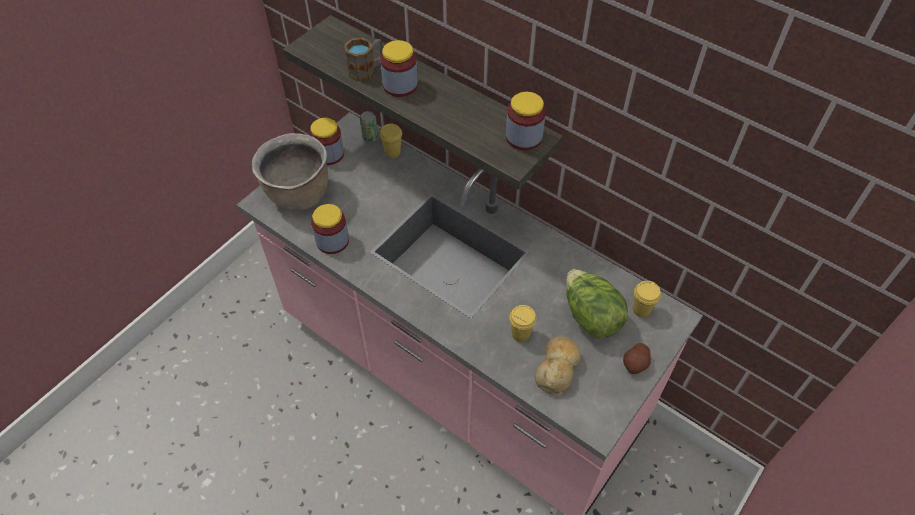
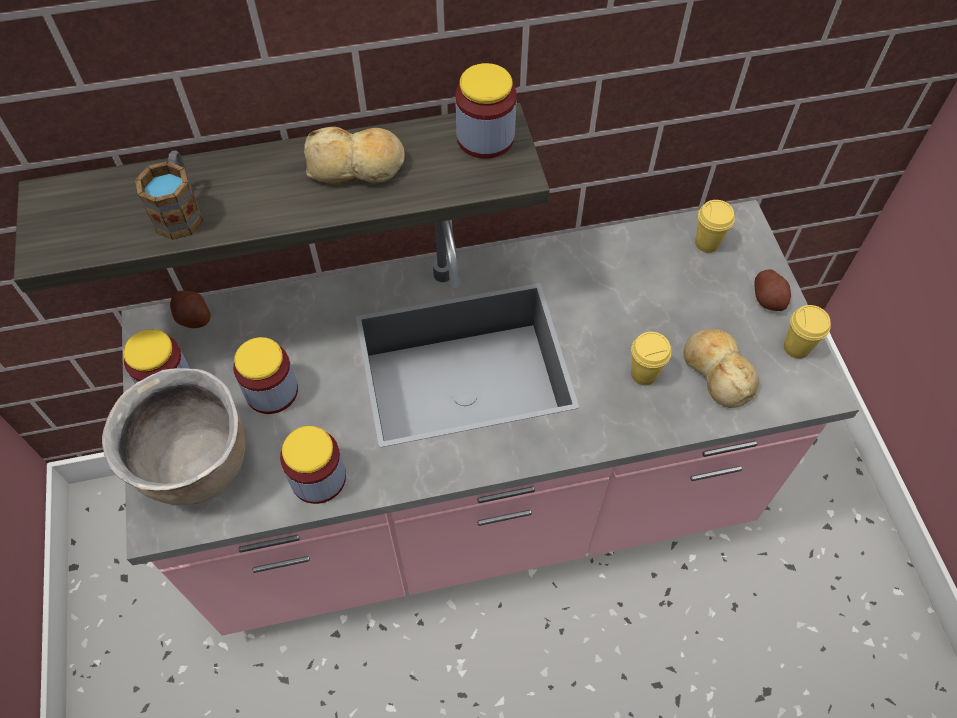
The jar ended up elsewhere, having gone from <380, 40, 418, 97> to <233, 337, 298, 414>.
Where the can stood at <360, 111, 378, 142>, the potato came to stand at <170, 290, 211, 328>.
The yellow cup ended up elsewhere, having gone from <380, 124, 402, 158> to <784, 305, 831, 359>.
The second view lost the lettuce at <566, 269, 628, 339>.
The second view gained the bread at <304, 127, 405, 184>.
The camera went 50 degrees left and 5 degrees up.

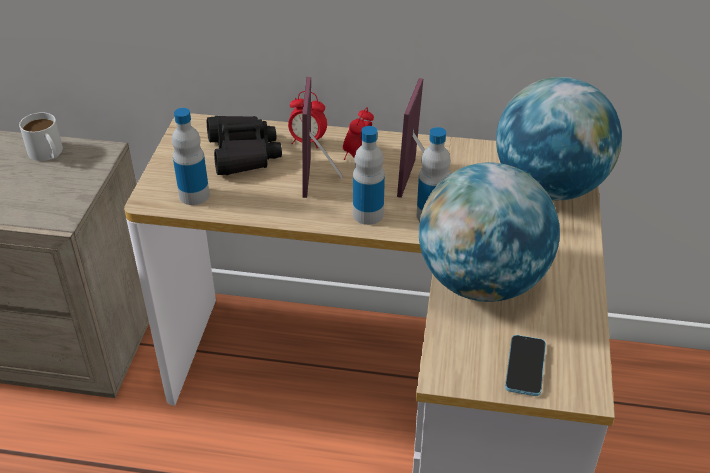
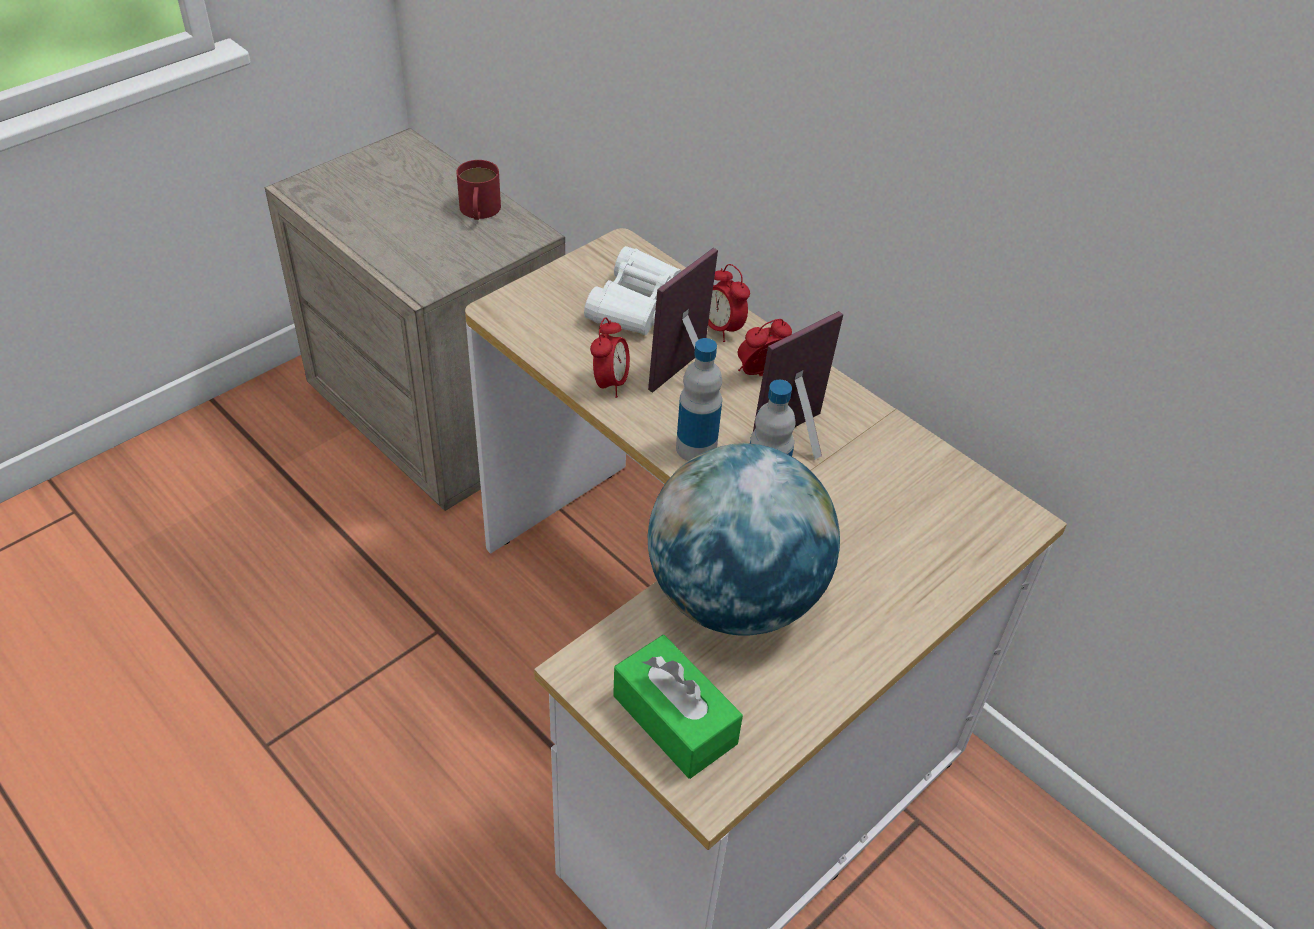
The second view lost the globe at <496, 77, 622, 200>.
The second view lost the bottle at <172, 108, 210, 205>.
What was the white mug at <19, 112, 63, 161> turned into the red mug at <456, 160, 501, 220>.
What was the black binoculars at <207, 116, 282, 175> turned into the white binoculars at <584, 246, 681, 336>.
Where the phone stood at <505, 335, 546, 396>, the green tissue box came to stand at <613, 635, 743, 779>.
The second view gained the alarm clock at <590, 317, 630, 398>.
The camera went 35 degrees right and 5 degrees up.

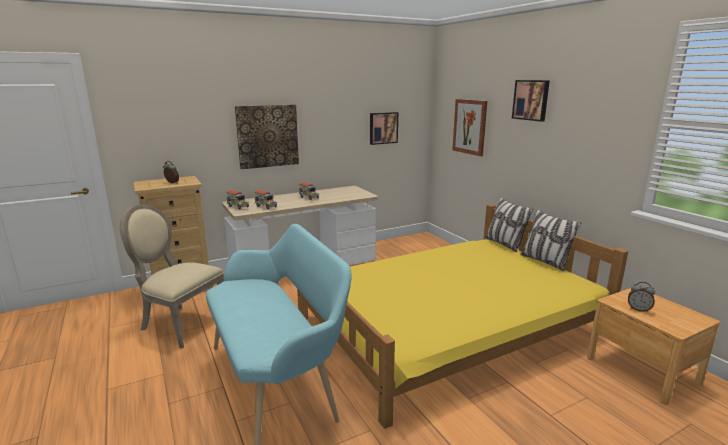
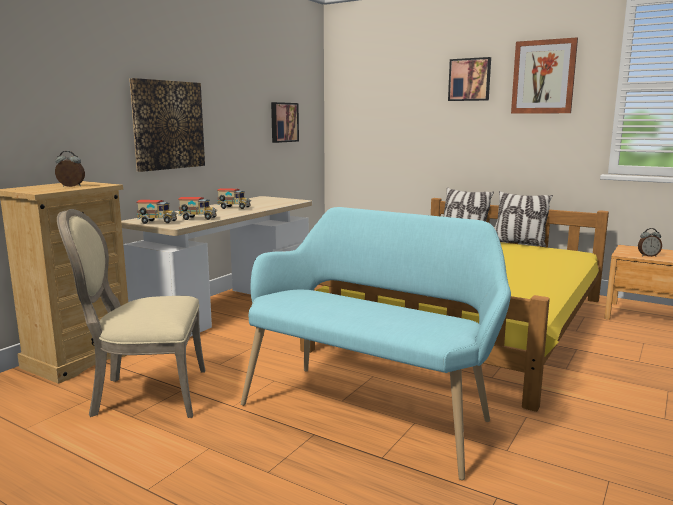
The picture ended up elsewhere, having gone from <453, 99, 488, 156> to <511, 37, 578, 114>.
The camera went 30 degrees left and 5 degrees down.

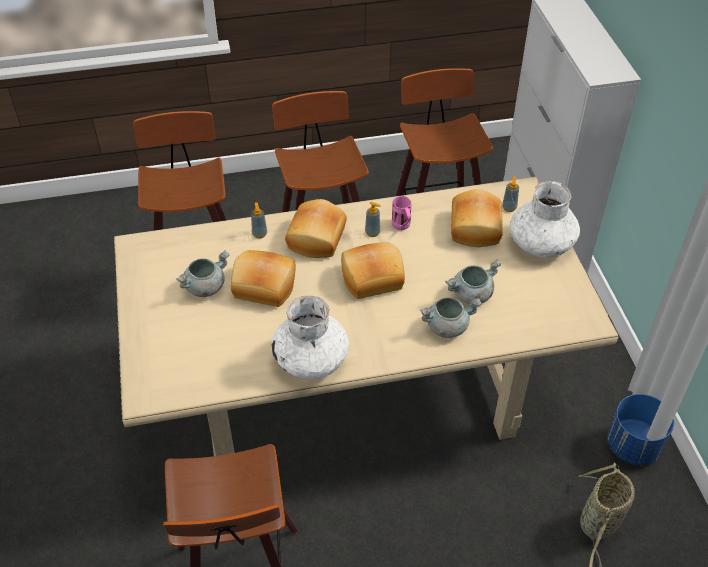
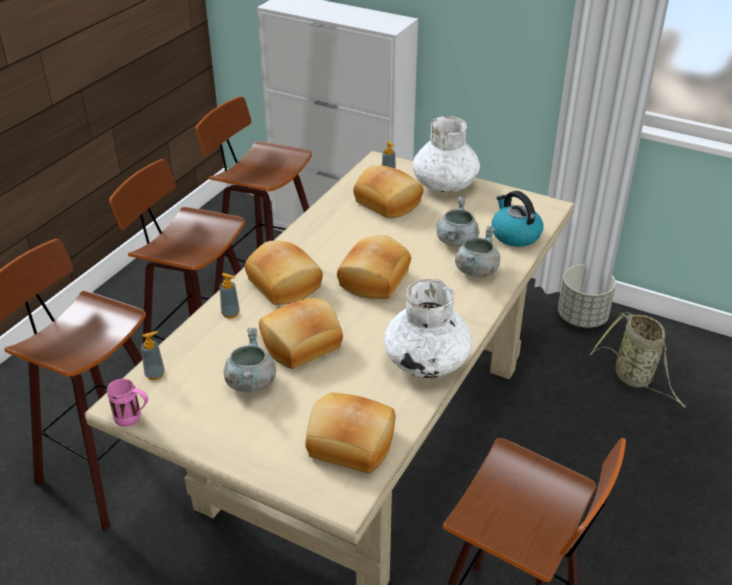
The pink mug ended up elsewhere, having gone from <392, 196, 412, 230> to <107, 379, 148, 427>.
The soap dispenser ended up elsewhere, having gone from <365, 202, 381, 237> to <141, 331, 165, 380>.
What was the blue planter at <608, 394, 674, 465> turned into the grey planter at <558, 264, 616, 328>.
The second view gained the kettle at <492, 191, 543, 247>.
The second view gained the bread at <306, 392, 395, 474>.
The camera went 50 degrees left and 10 degrees down.

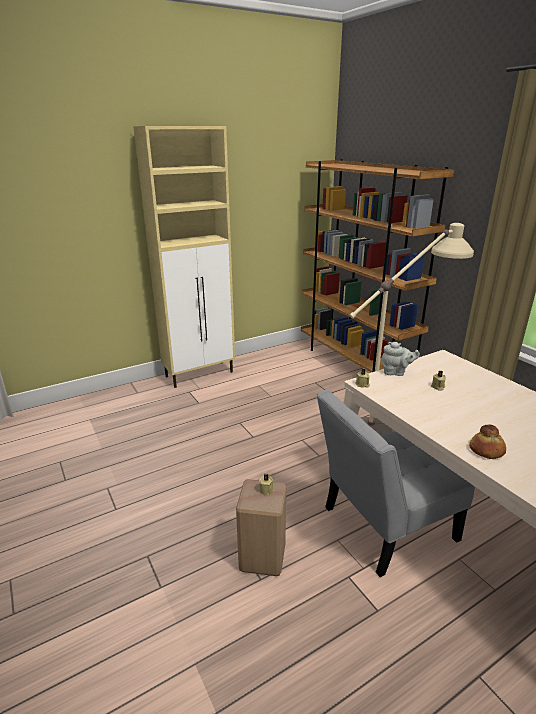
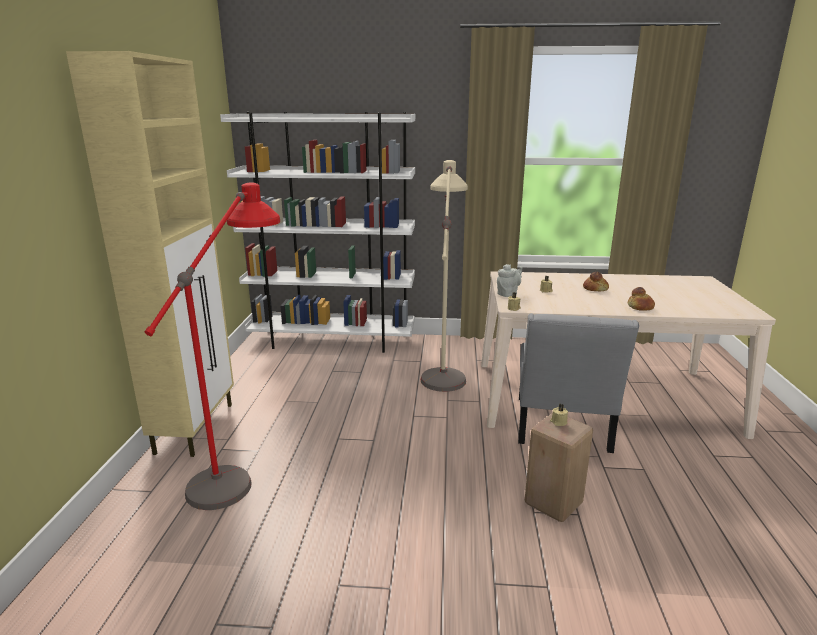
What was the brown bookcase at <301, 159, 454, 372> turned into the white bookcase at <220, 112, 415, 353>.
The second view gained the red floor lamp at <144, 183, 280, 510>.
The second view gained the bread at <583, 272, 609, 291>.
The camera went 55 degrees left and 5 degrees down.

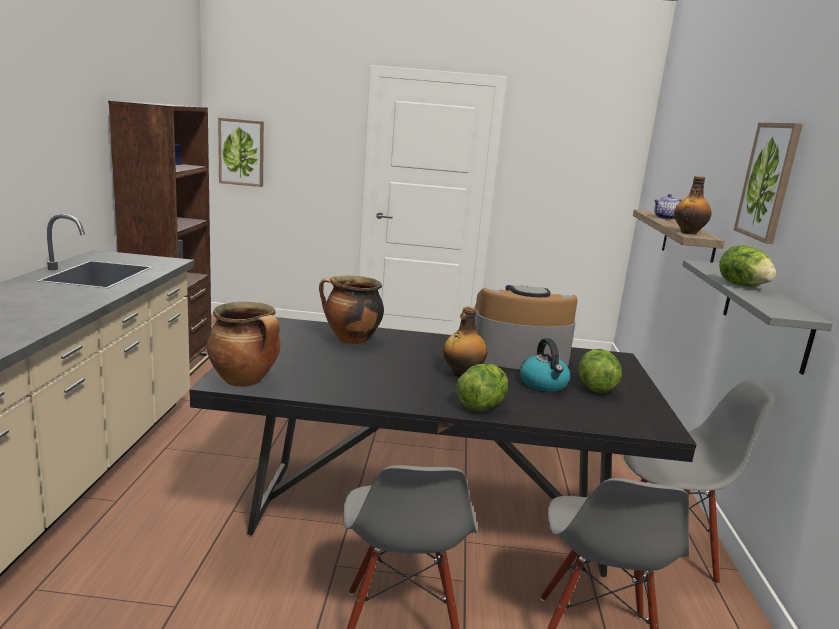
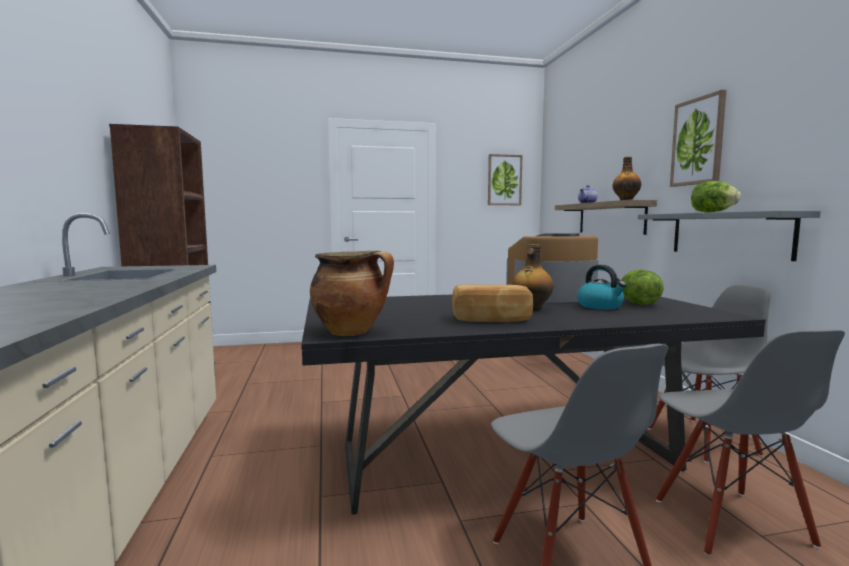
The picture ended up elsewhere, having gone from <218, 118, 264, 187> to <488, 154, 523, 205>.
The second view lost the cooking pot at <319, 276, 384, 344>.
The second view lost the lettuce at <456, 363, 508, 411>.
The second view gained the bread at <452, 285, 533, 322>.
The camera went 15 degrees left and 10 degrees down.

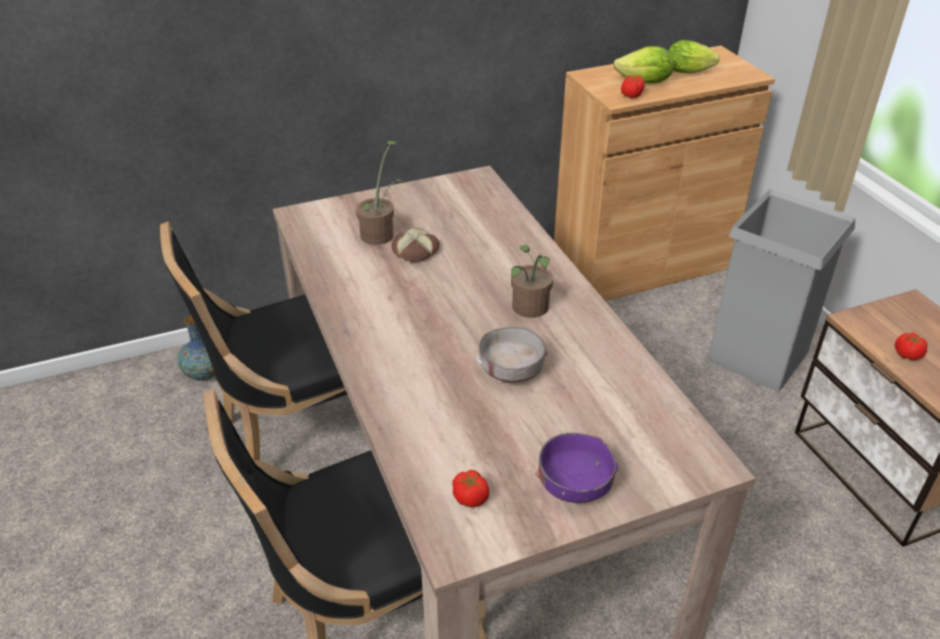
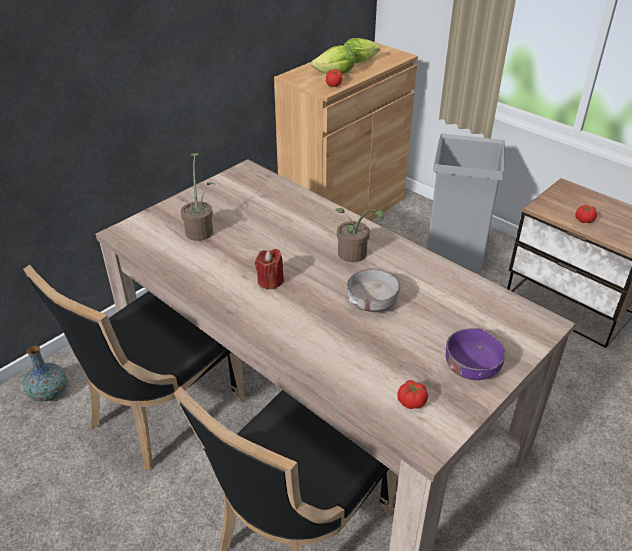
The second view lost the bread at <392, 228, 440, 262>.
The second view gained the red candle at <255, 249, 284, 290>.
The camera went 25 degrees left and 0 degrees up.

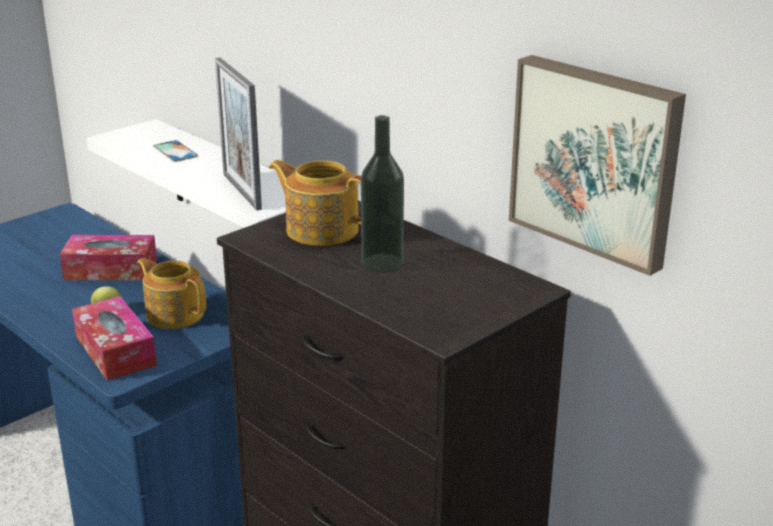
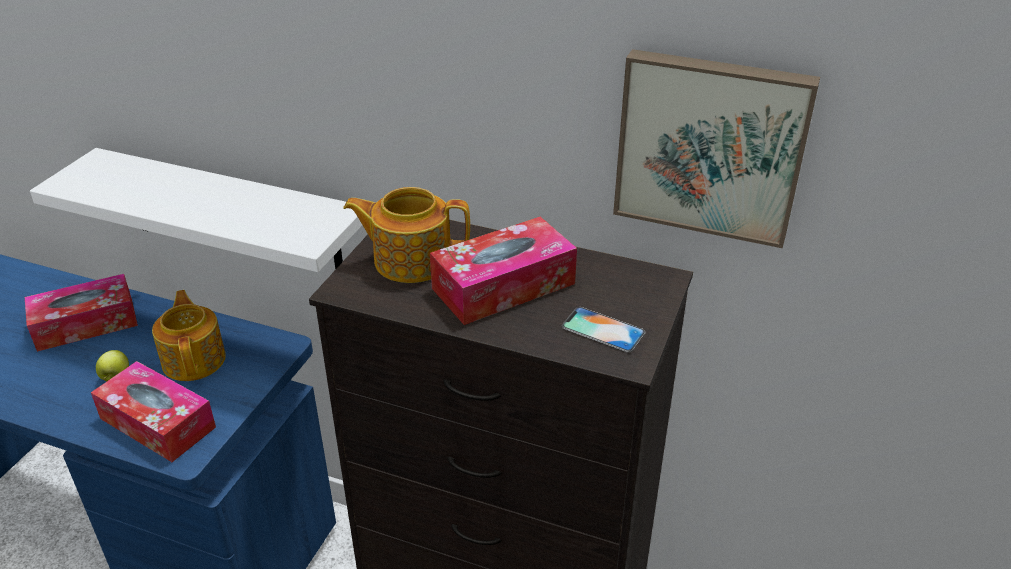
The second view lost the picture frame at <215, 58, 262, 211>.
Where the bottle stood at <361, 115, 404, 273>, the tissue box came to stand at <430, 217, 577, 325>.
The phone ended up elsewhere, having gone from <153, 140, 198, 162> to <562, 307, 646, 353>.
The teapot at <137, 258, 206, 329> ended up facing another way, 60 degrees clockwise from before.
The camera went 25 degrees left and 10 degrees up.

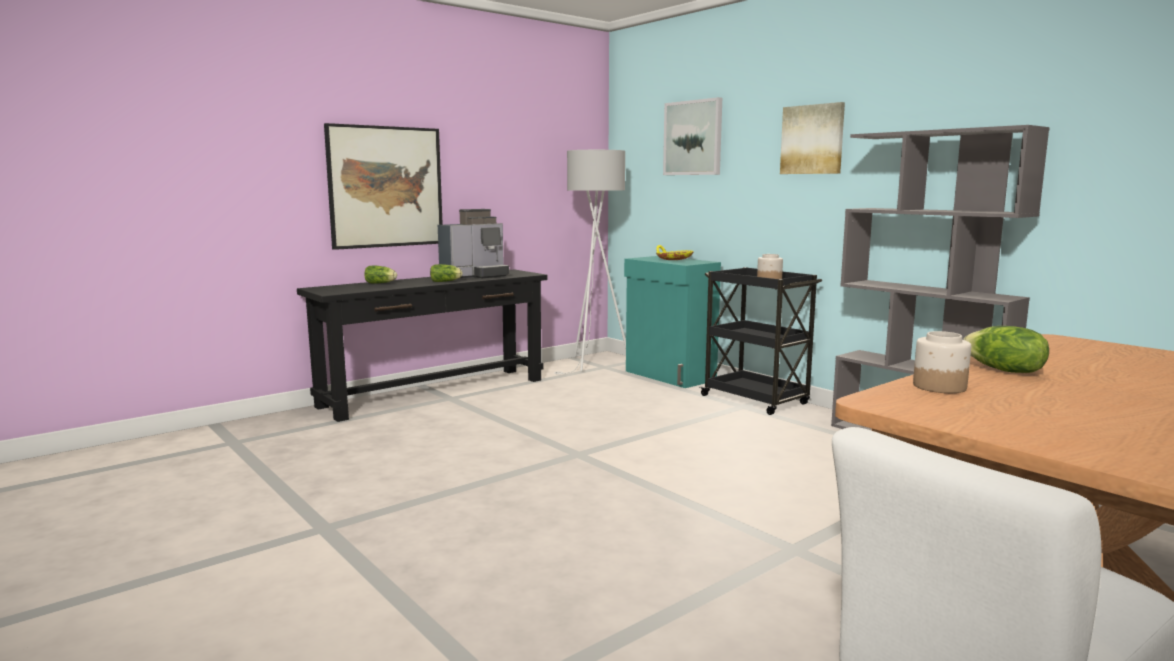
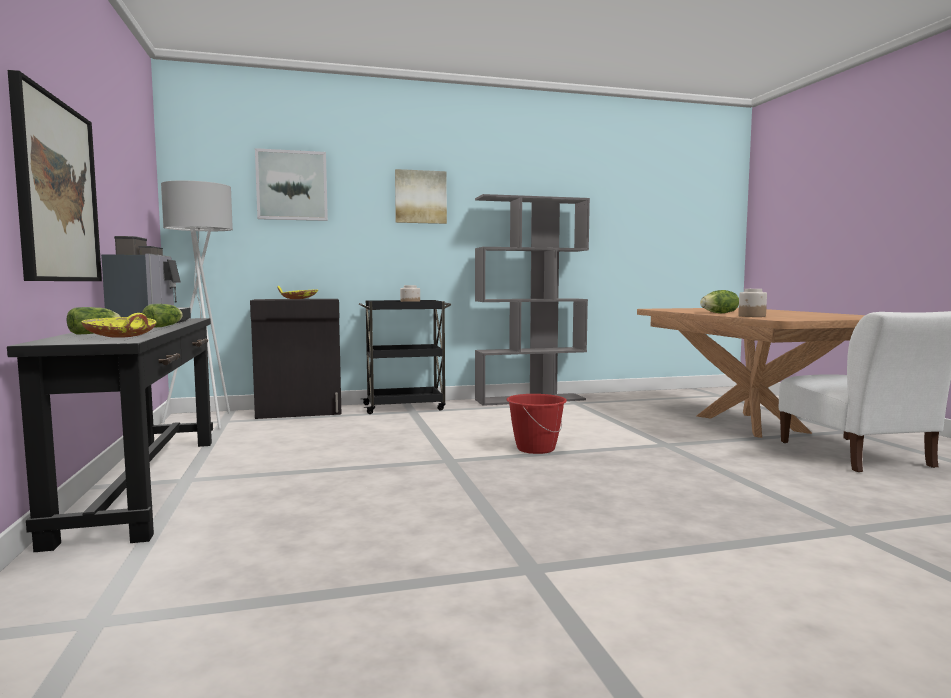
What was the turquoise cabinet at <624, 256, 721, 388> turned into the black cabinet at <250, 299, 341, 419>.
The second view gained the yellow bowl at <81, 313, 157, 338>.
The second view gained the red bucket at <506, 394, 567, 454>.
The camera went 65 degrees left and 5 degrees down.

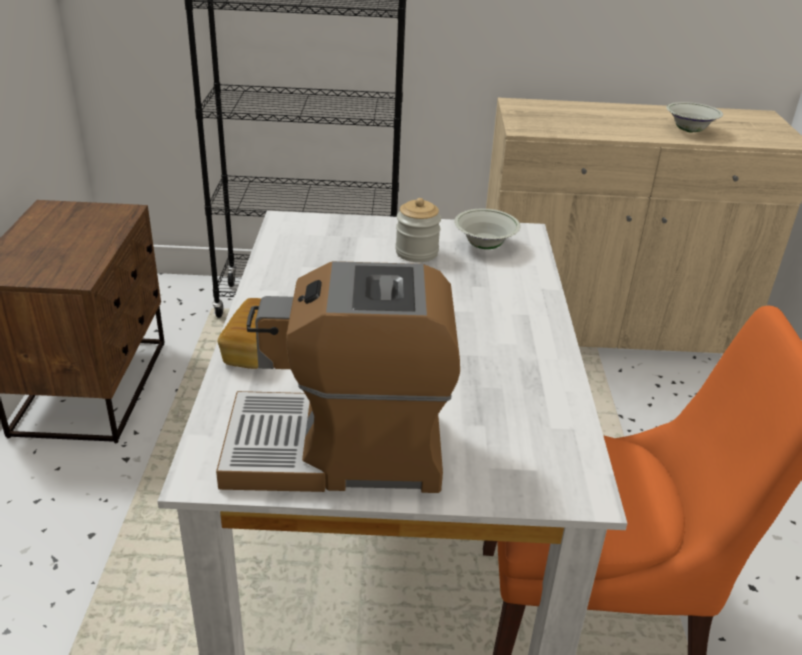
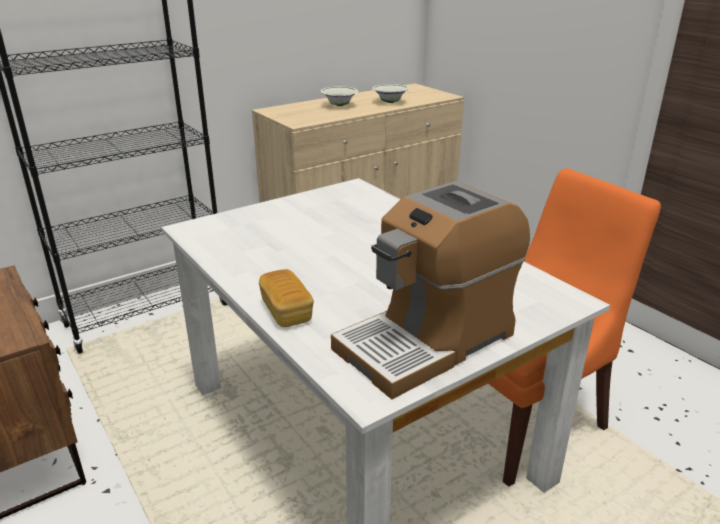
The second view lost the jar at <395, 198, 441, 262>.
The white bowl ended up elsewhere, having gone from <454, 209, 521, 249> to <321, 86, 358, 106>.
The camera went 35 degrees left and 5 degrees down.

